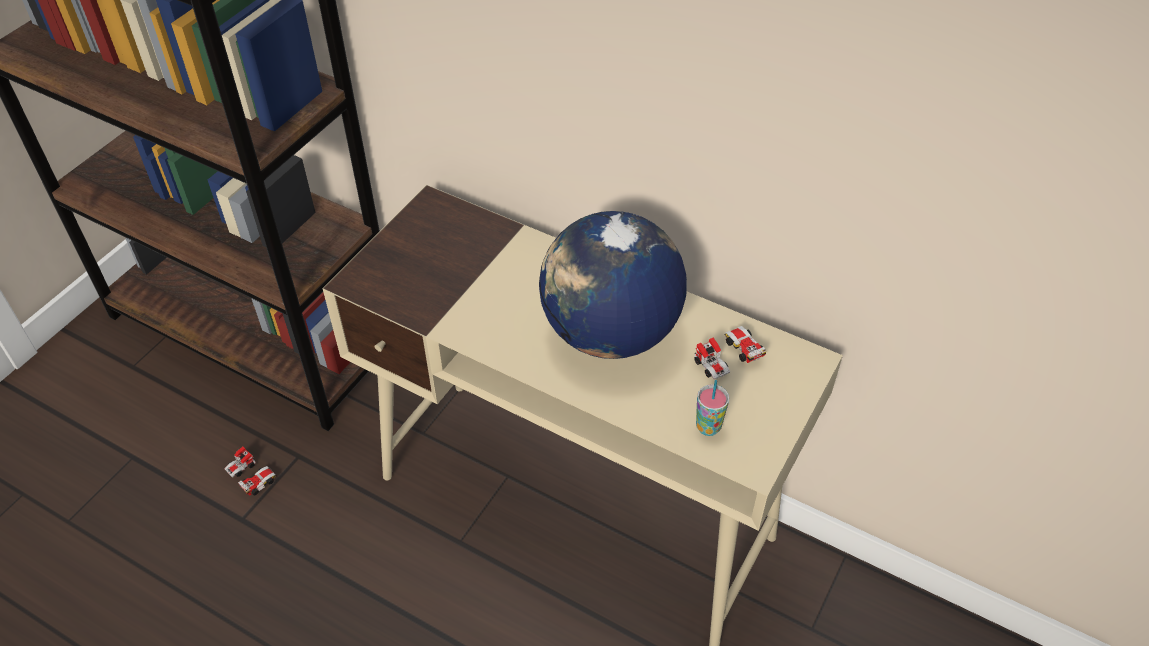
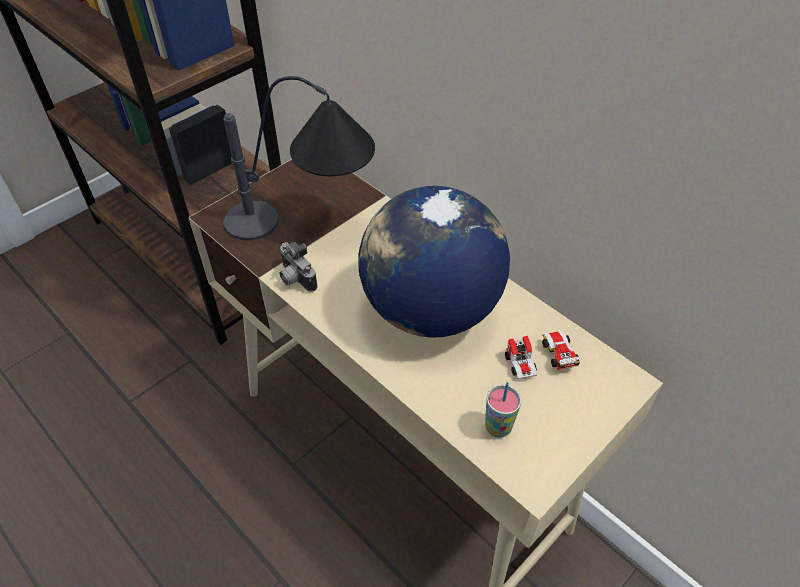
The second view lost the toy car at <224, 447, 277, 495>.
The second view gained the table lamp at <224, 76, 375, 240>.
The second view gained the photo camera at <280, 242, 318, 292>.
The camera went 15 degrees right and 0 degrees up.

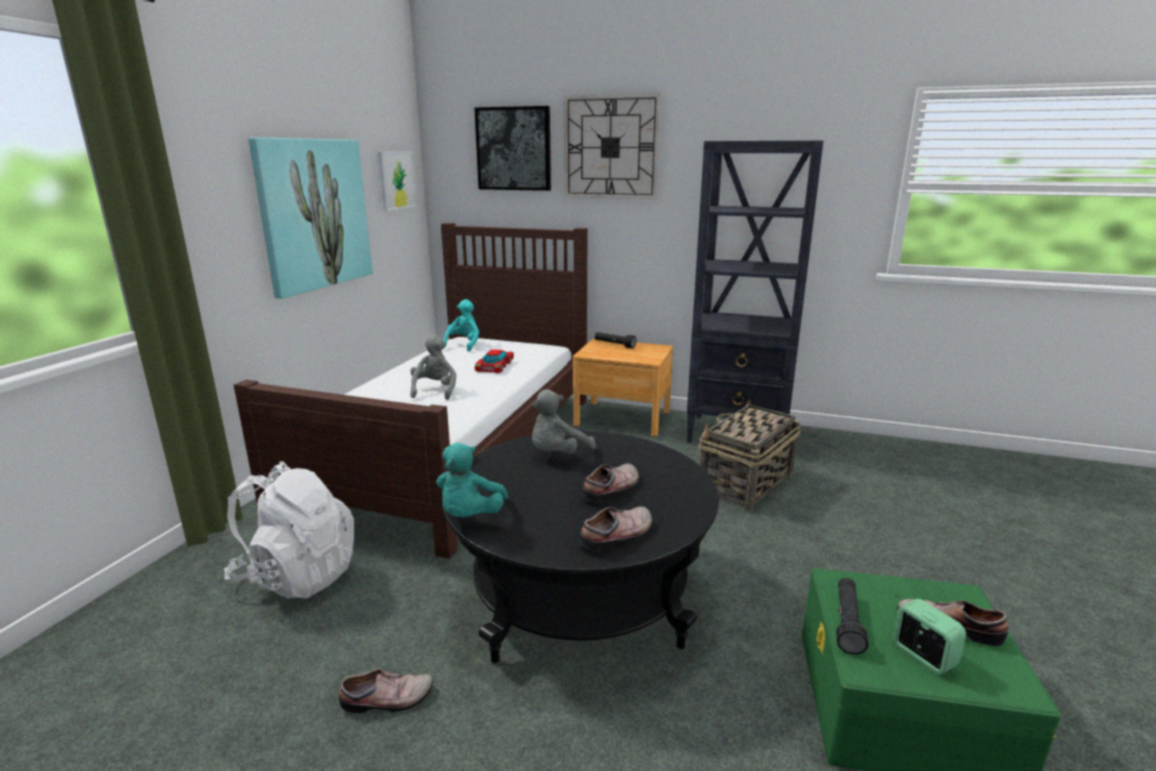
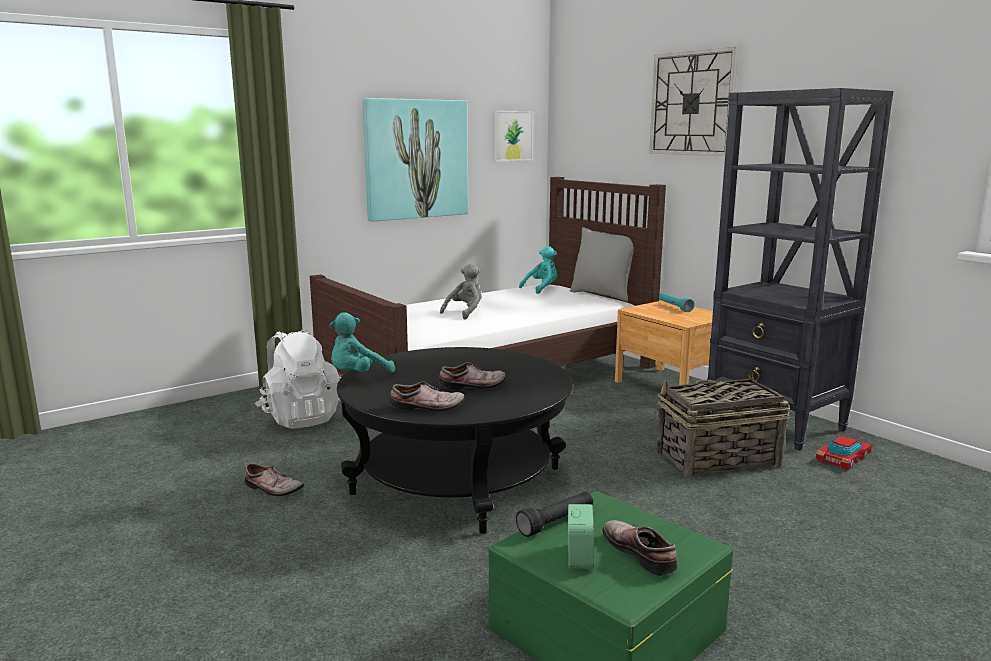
The second view lost the picture at <474, 106, 551, 191>.
What was the black flashlight at <595, 332, 636, 349> turned into the turquoise flashlight at <659, 293, 695, 312>.
The toy car ended up elsewhere, having gone from <475, 349, 514, 373> to <816, 436, 872, 470>.
The second view lost the grey plush toy at <532, 389, 596, 454>.
The second view gained the grey pillow at <570, 227, 634, 302>.
The camera went 35 degrees right and 5 degrees down.

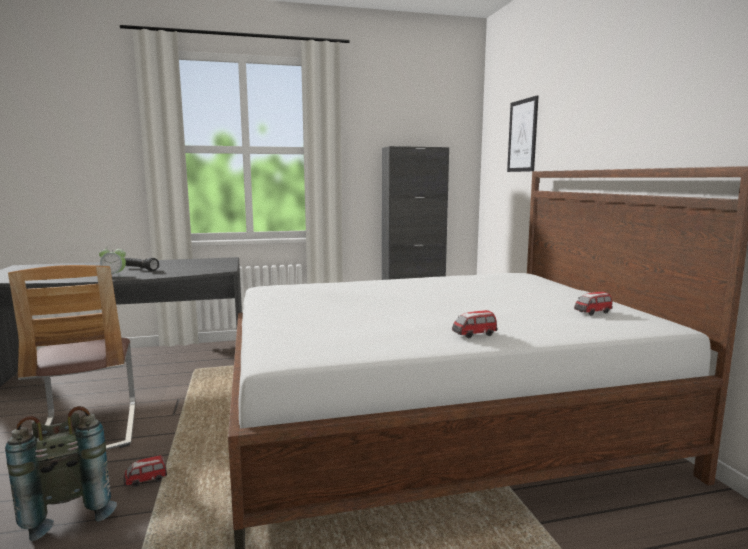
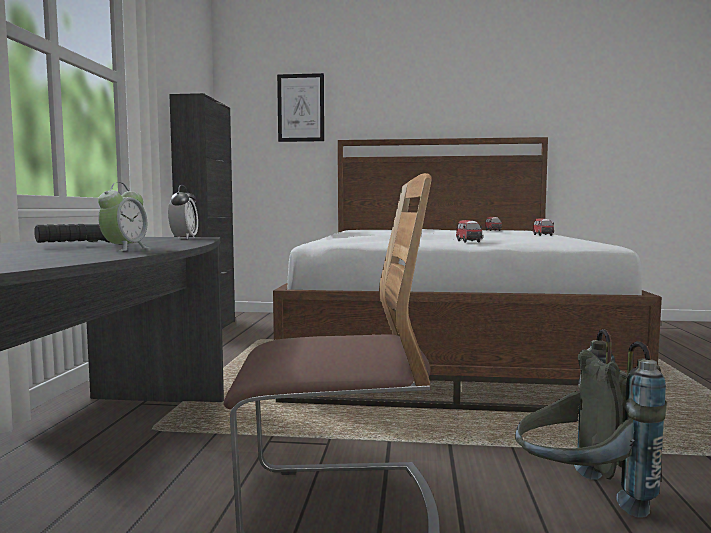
The toy car ended up elsewhere, having gone from <124, 455, 167, 487> to <456, 220, 483, 243>.
The second view gained the alarm clock at <168, 185, 198, 239>.
The camera went 70 degrees left and 5 degrees down.

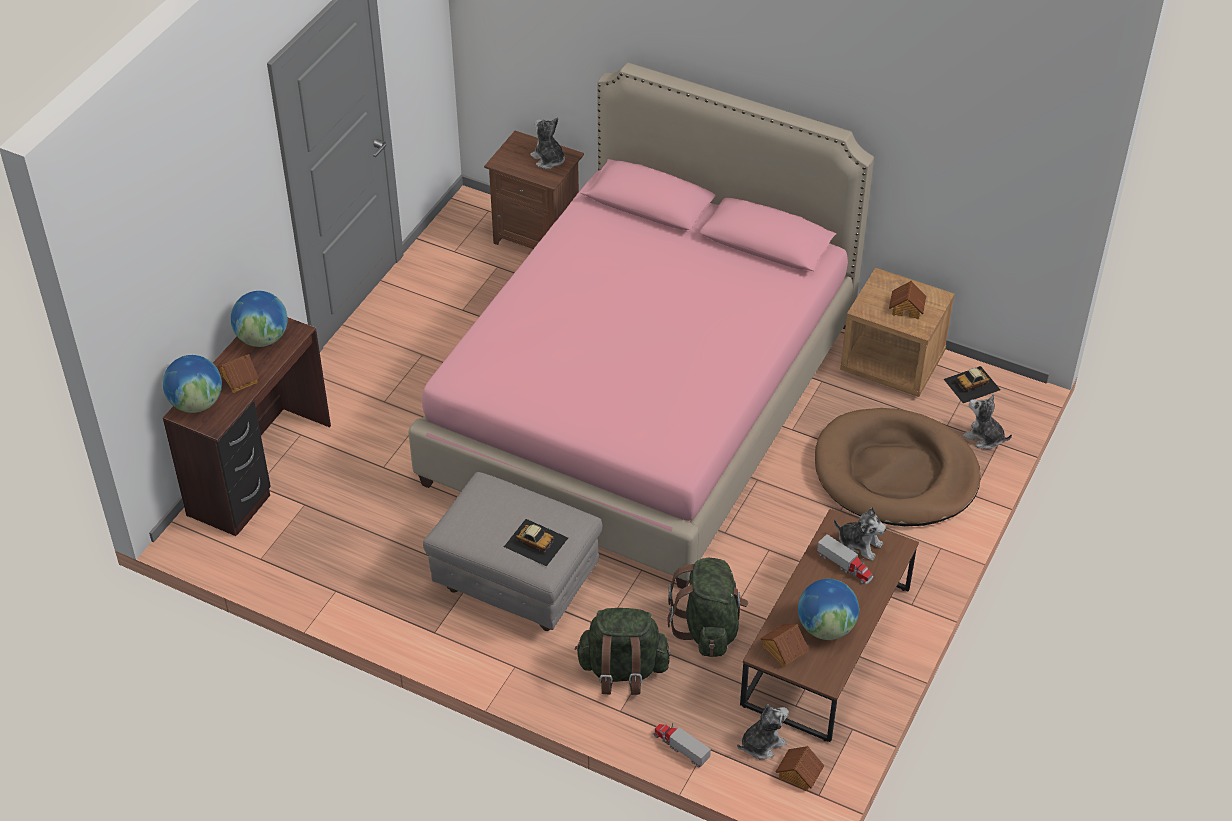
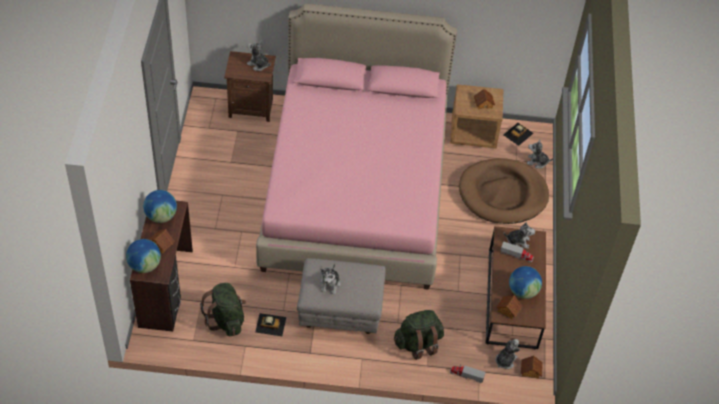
The toy car ended up elsewhere, having gone from <504, 519, 568, 567> to <255, 313, 286, 336>.
The green backpack ended up elsewhere, having gone from <667, 558, 748, 657> to <200, 283, 246, 336>.
The second view gained the plush toy at <320, 263, 341, 295>.
The camera went 25 degrees left and 5 degrees up.

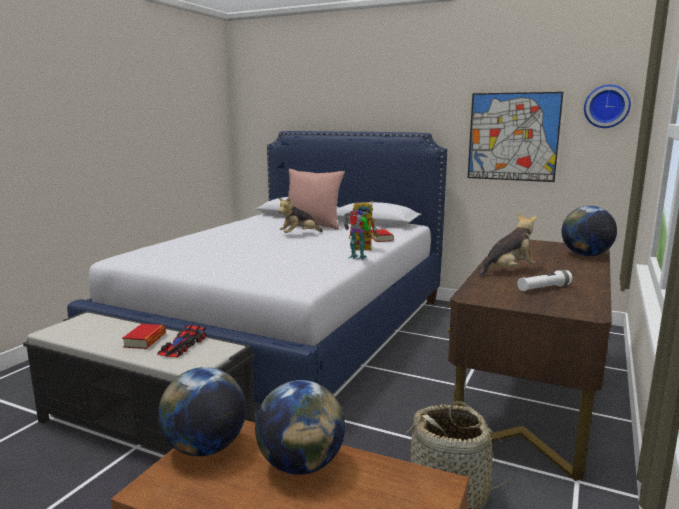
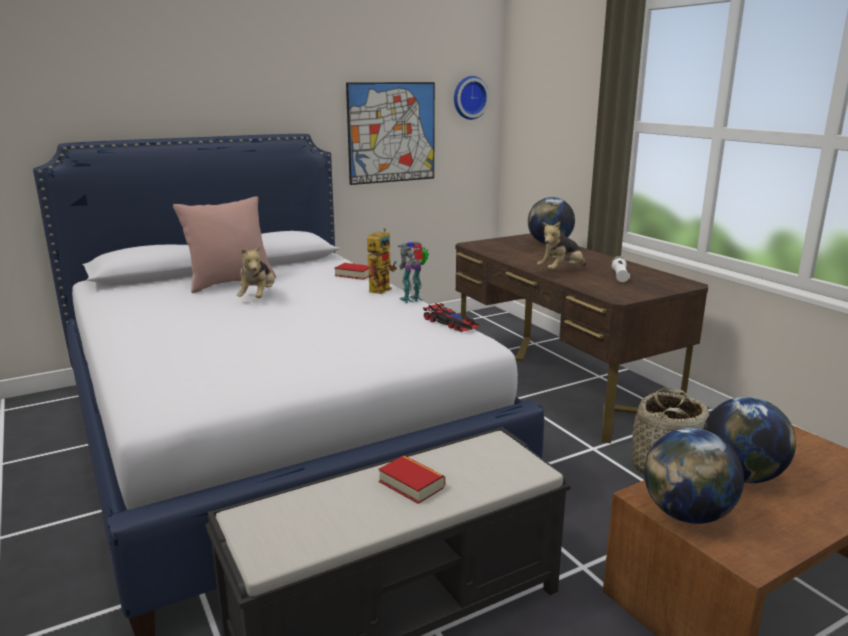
The plush toy at <479, 213, 537, 277> ended up facing another way, 135 degrees counterclockwise from before.
The toy car ended up elsewhere, having gone from <157, 324, 206, 358> to <423, 303, 479, 332>.
The camera went 55 degrees left and 5 degrees up.

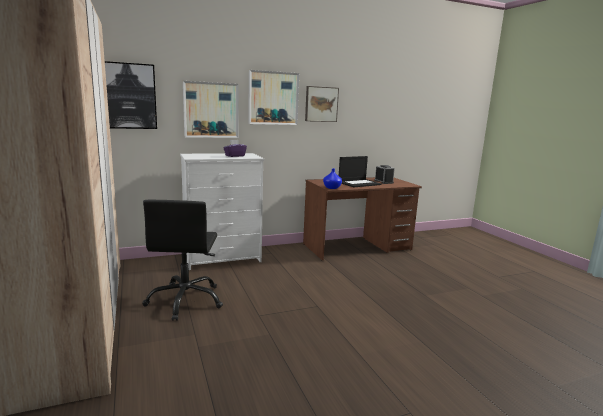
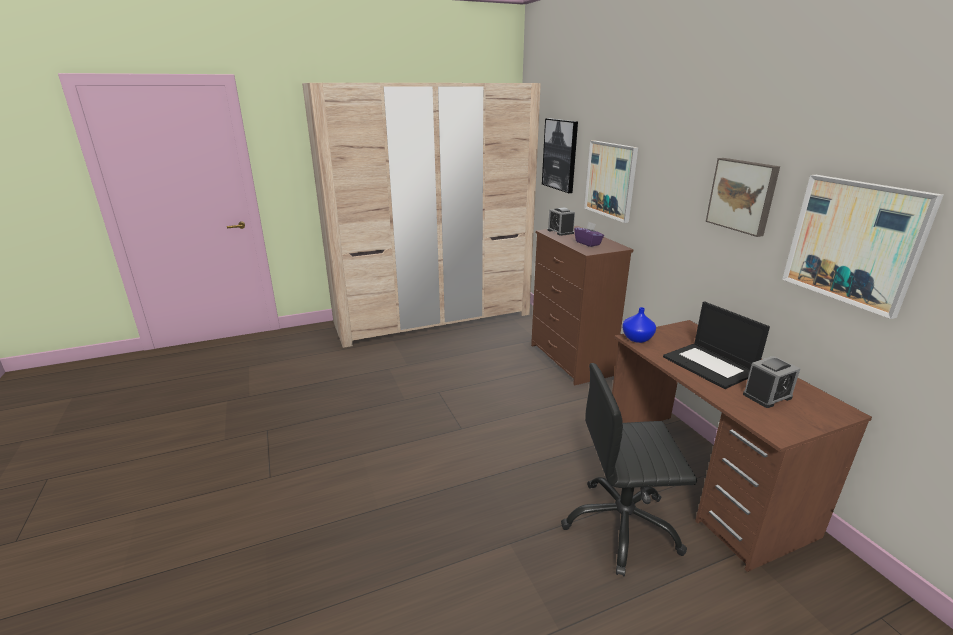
The picture ended up elsewhere, having gone from <248, 70, 299, 125> to <782, 175, 943, 319>.
What was the white dresser at <180, 153, 264, 270> turned into the brown dresser at <531, 226, 633, 385>.
The black office chair ended up elsewhere, having gone from <142, 200, 223, 321> to <561, 363, 697, 576>.
The second view gained the alarm clock at <548, 208, 575, 236>.
The camera went 90 degrees right and 10 degrees up.

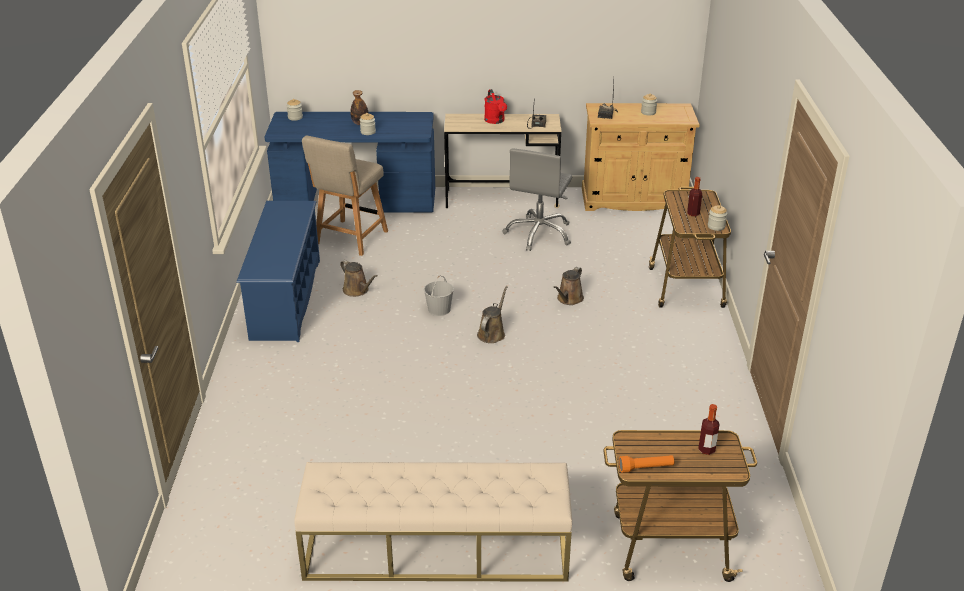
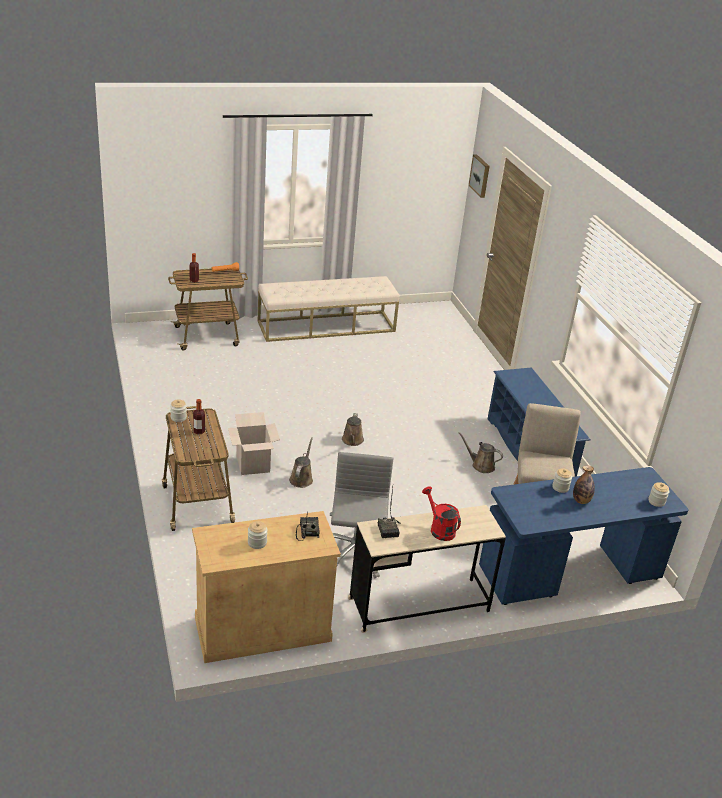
The second view lost the white bucket at <424, 275, 454, 316>.
The second view gained the picture at <469, 155, 490, 198>.
The second view gained the cardboard box at <228, 412, 280, 475>.
The camera went 160 degrees right and 0 degrees up.

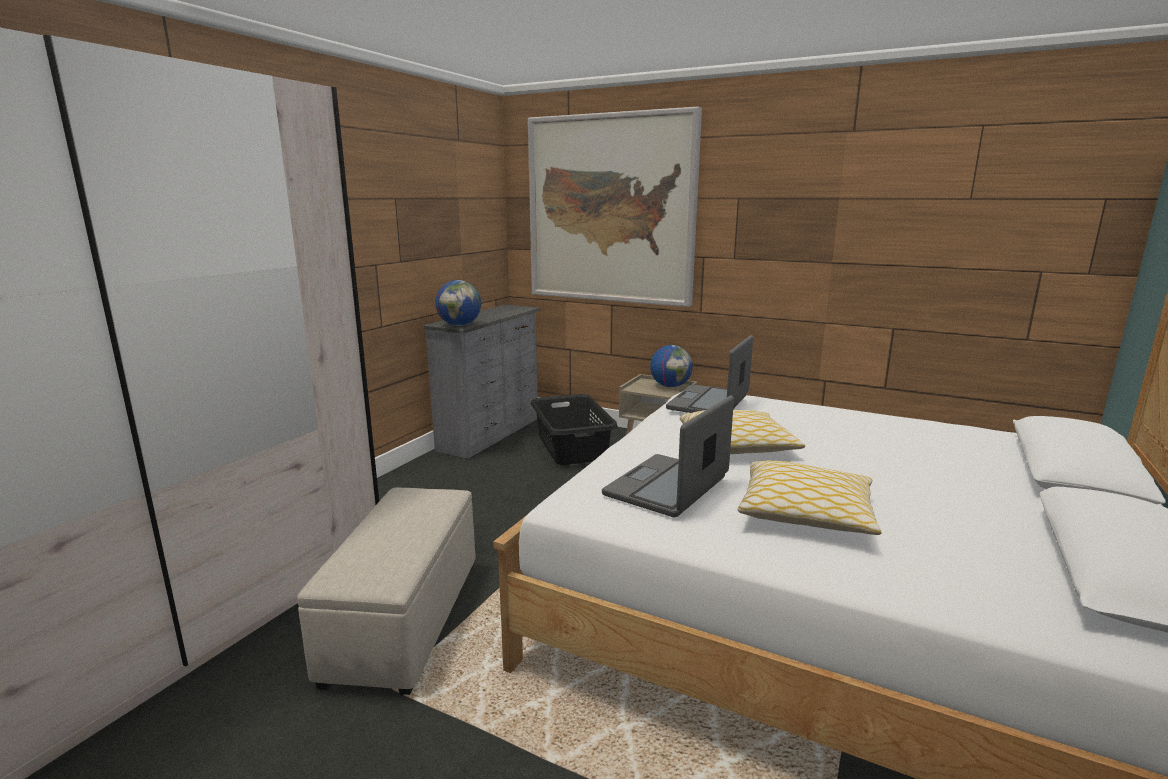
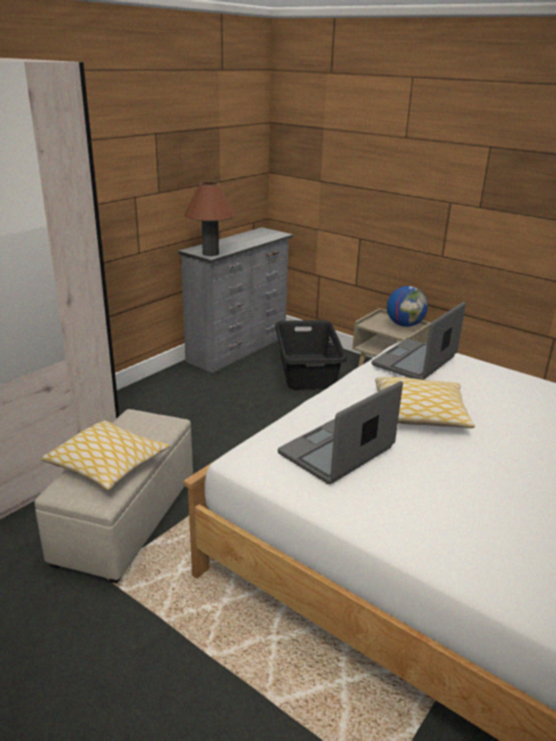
The second view lost the picture at <528, 107, 702, 307>.
Where the globe stood at <435, 280, 481, 326>, the brown table lamp came to stand at <184, 182, 235, 256>.
The pillow ended up elsewhere, having gone from <738, 461, 881, 535> to <41, 420, 170, 491>.
The camera went 10 degrees right and 10 degrees up.

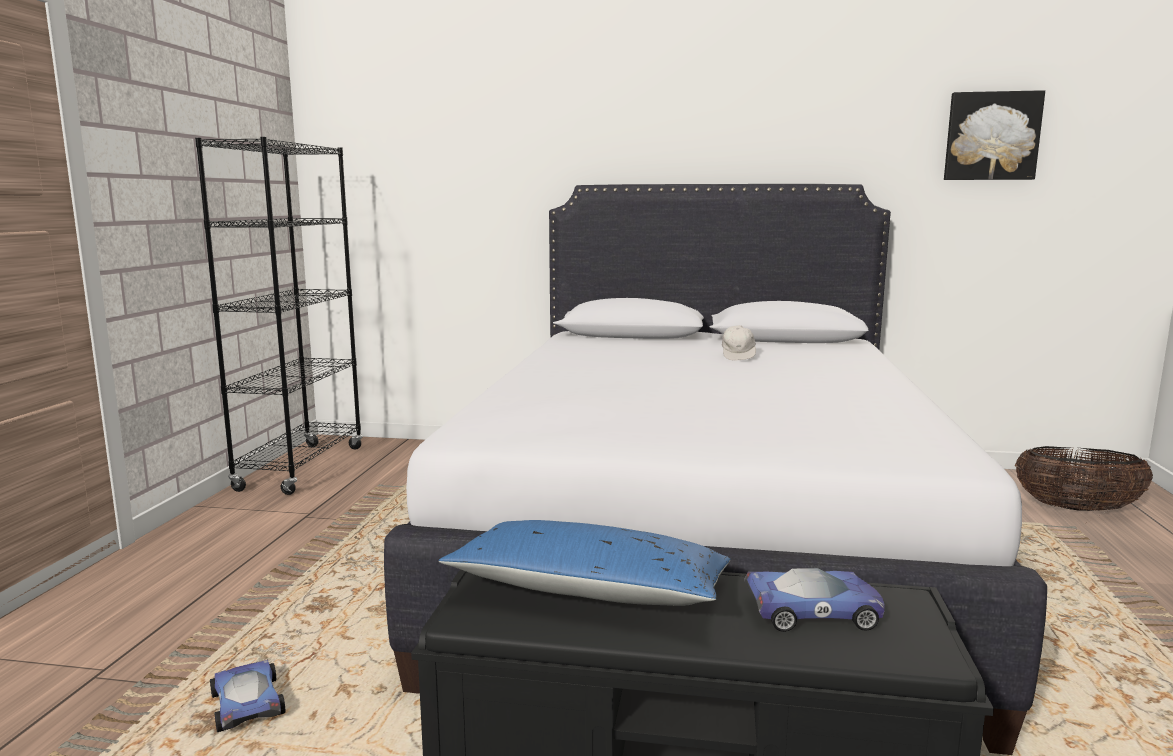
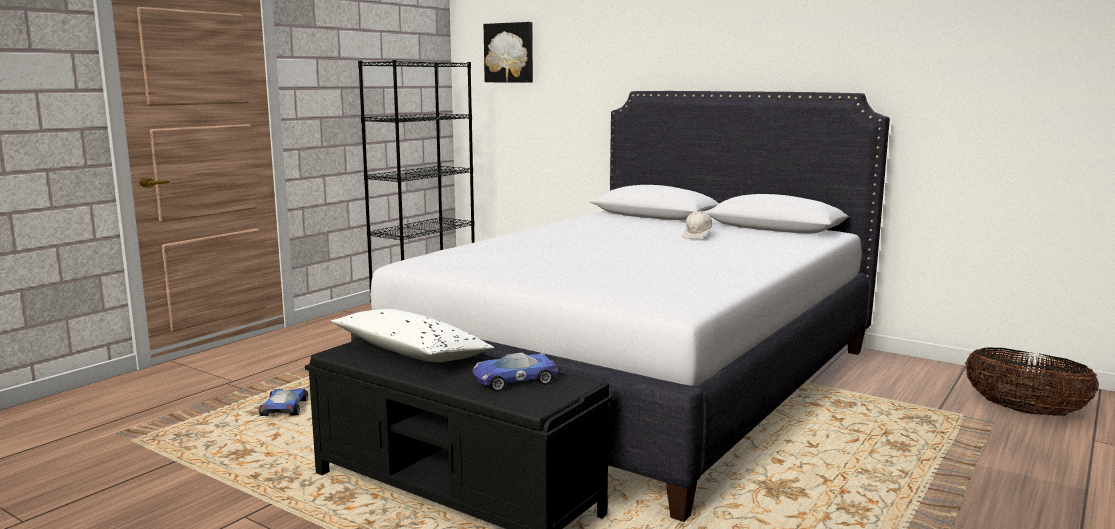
The picture ended up elsewhere, having gone from <944, 90, 1045, 180> to <484, 22, 533, 83>.
What was the blue pillow at <439, 520, 730, 606> turned into the white pillow at <331, 309, 494, 362>.
The toy car at <744, 568, 885, 632> ended up facing another way, 135 degrees clockwise from before.
The camera went 25 degrees right and 0 degrees up.

